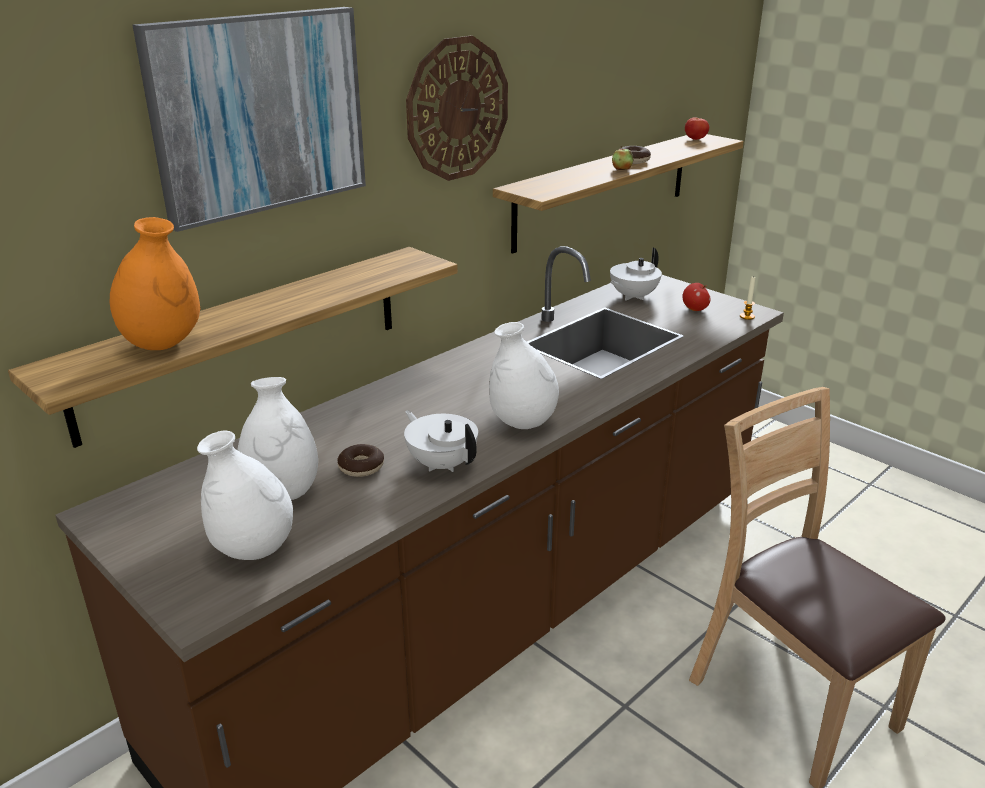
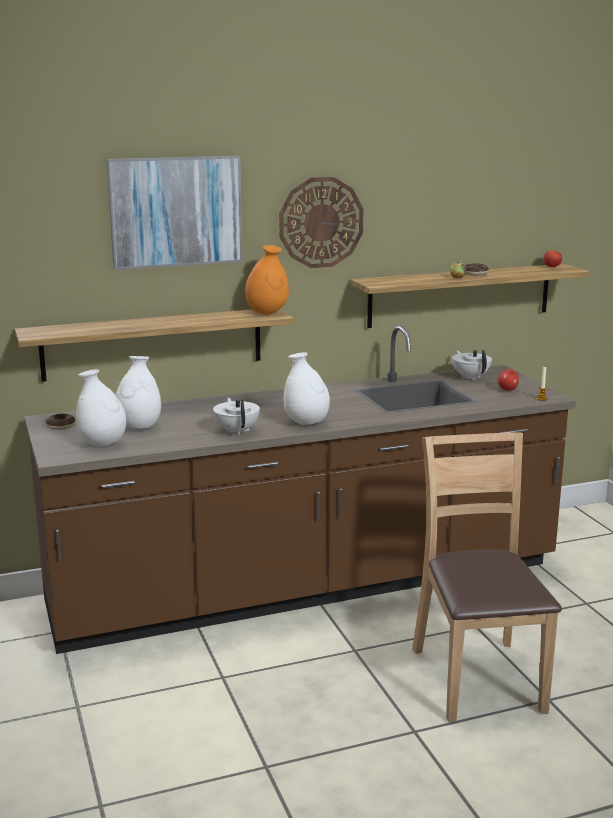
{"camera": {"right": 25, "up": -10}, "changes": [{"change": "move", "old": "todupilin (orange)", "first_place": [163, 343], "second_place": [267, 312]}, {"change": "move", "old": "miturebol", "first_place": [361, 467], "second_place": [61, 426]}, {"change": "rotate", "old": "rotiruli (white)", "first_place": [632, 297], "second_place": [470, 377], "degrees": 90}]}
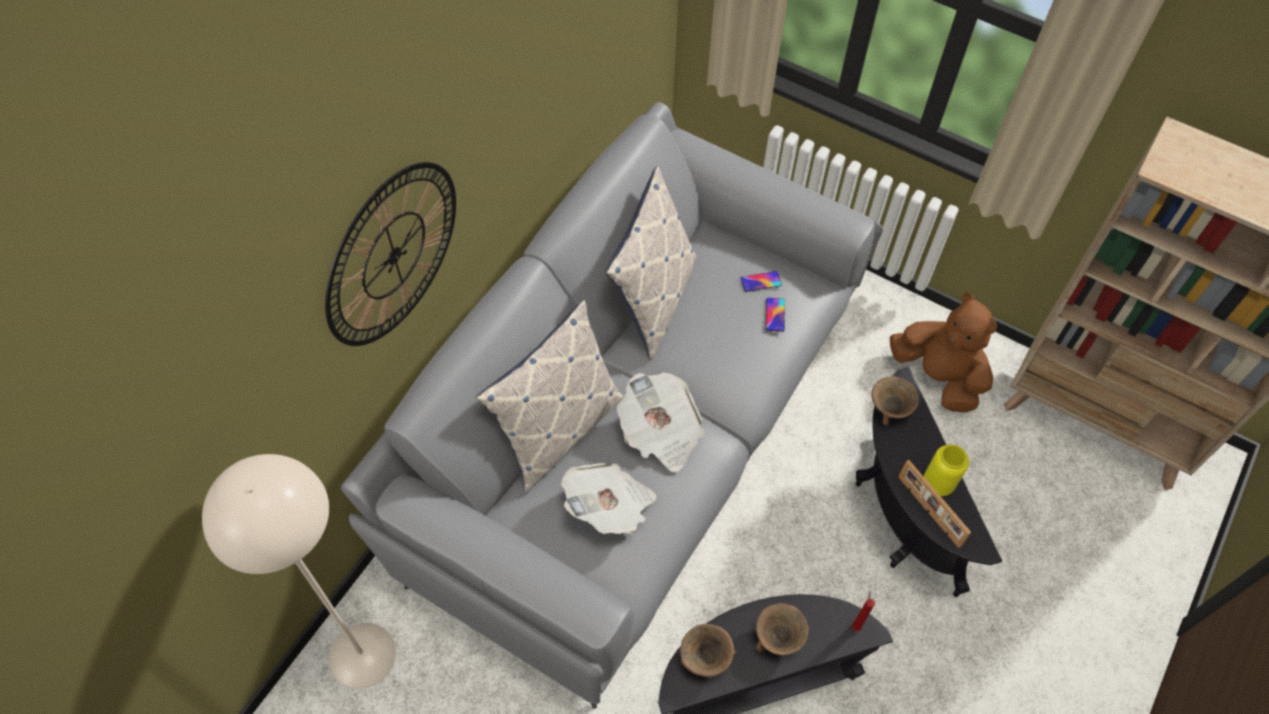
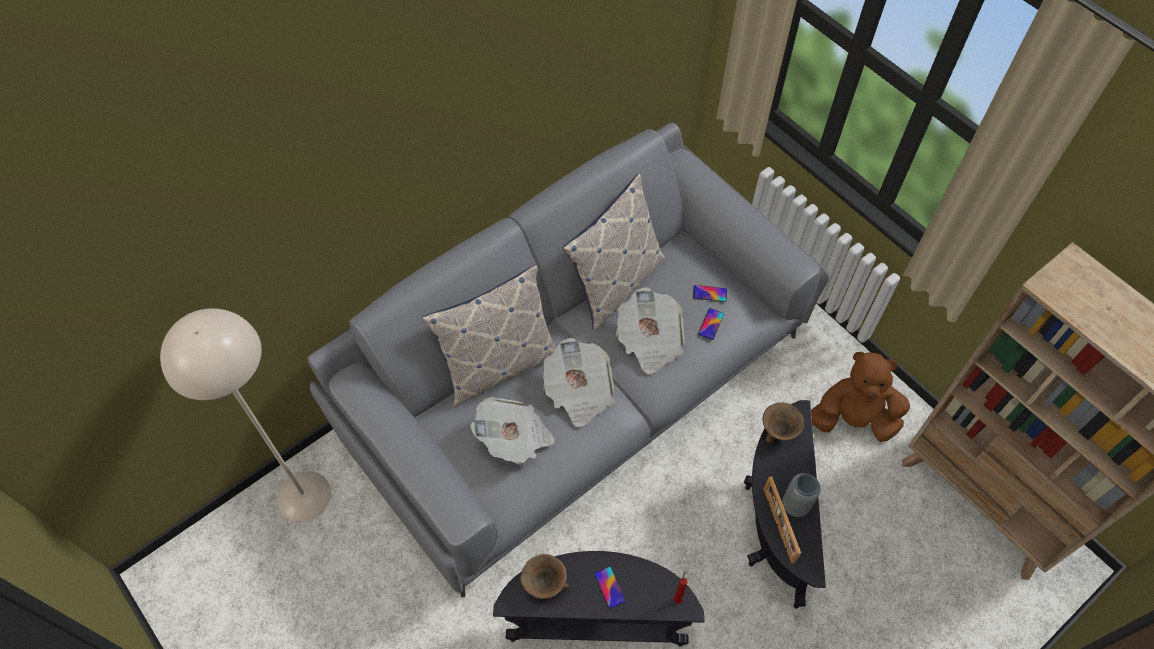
{"camera": {"right": 20, "up": 0}, "changes": [{"change": "delete", "old": "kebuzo", "first_place": [393, 255]}, {"change": "replace", "old": "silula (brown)", "new": "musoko", "first_place": [778, 638], "second_place": [609, 587]}, {"change": "rotate", "old": "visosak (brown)", "first_place": [938, 376], "second_place": [853, 419], "degrees": -60}, {"change": "recolor", "old": "todupilin (yellow)", "new": "todupilin (grey)", "first_place": [938, 484], "second_place": [795, 505]}, {"change": "insert", "new": "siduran", "second_place": [649, 341]}]}
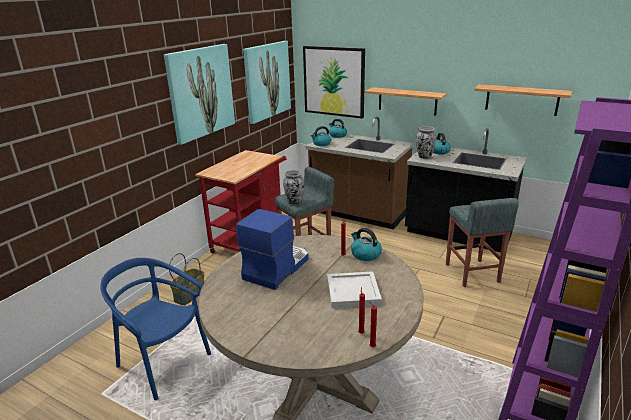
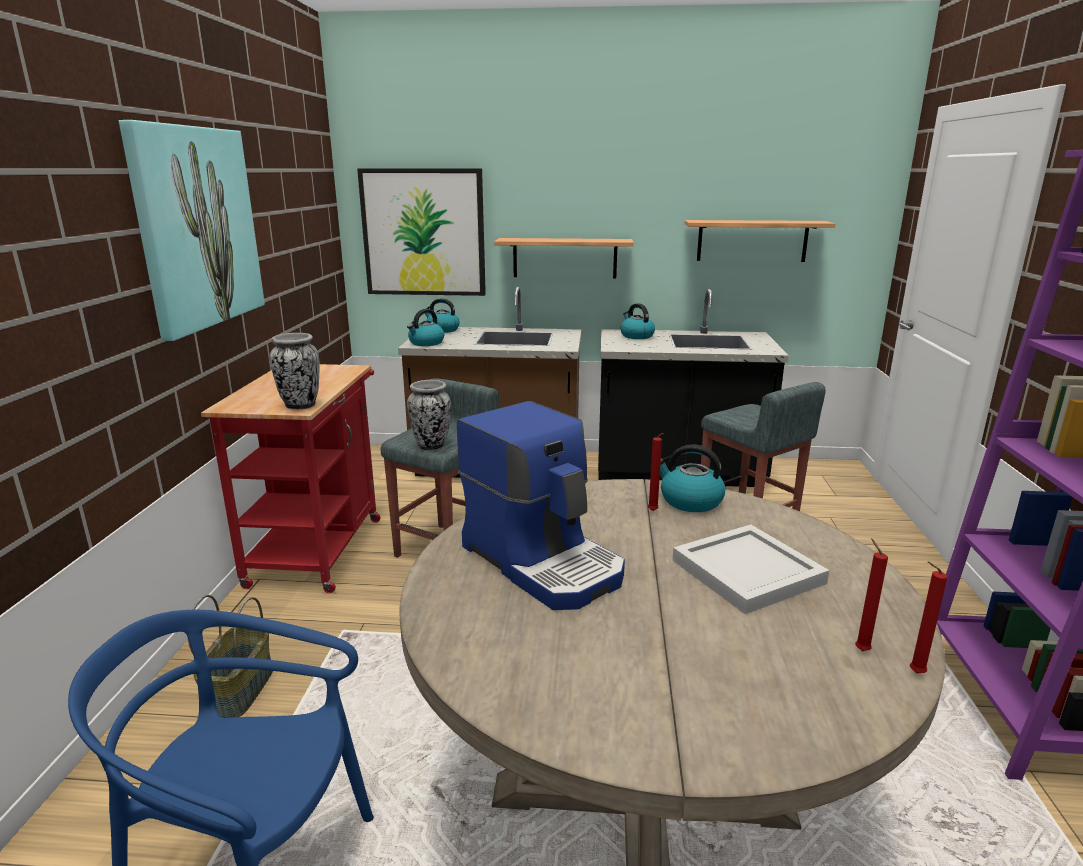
{"camera": {"right": -25, "up": -5}, "changes": [{"change": "rotate", "old": "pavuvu", "first_place": [276, 268], "second_place": [544, 561], "degrees": 135}, {"change": "delete", "old": "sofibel", "first_place": [266, 81]}, {"change": "move", "old": "todupilin", "first_place": [424, 157], "second_place": [300, 406]}]}
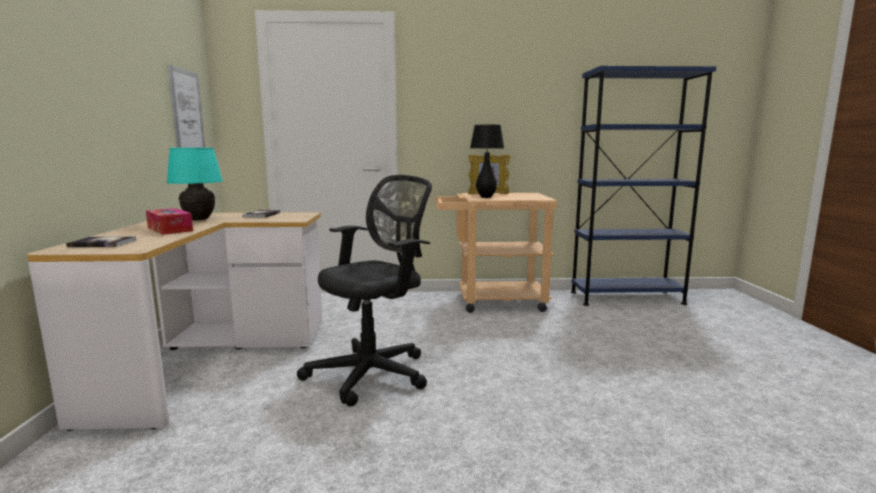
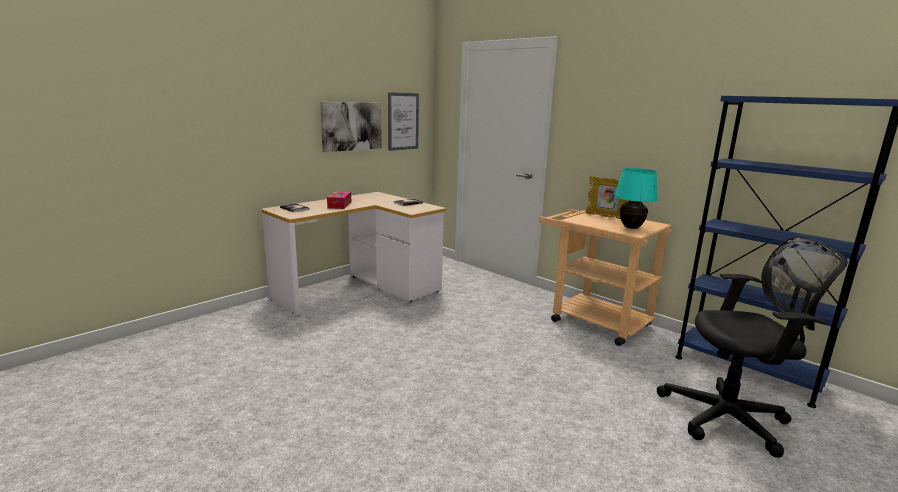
{"camera": {"right": 45, "up": 5}, "changes": [{"change": "move", "old": "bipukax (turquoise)", "first_place": [199, 220], "second_place": [631, 228]}, {"change": "move", "old": "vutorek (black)", "first_place": [374, 373], "second_place": [730, 419]}, {"change": "delete", "old": "bipukax (black)", "first_place": [486, 197]}, {"change": "insert", "new": "sofibel", "second_place": [351, 126]}]}
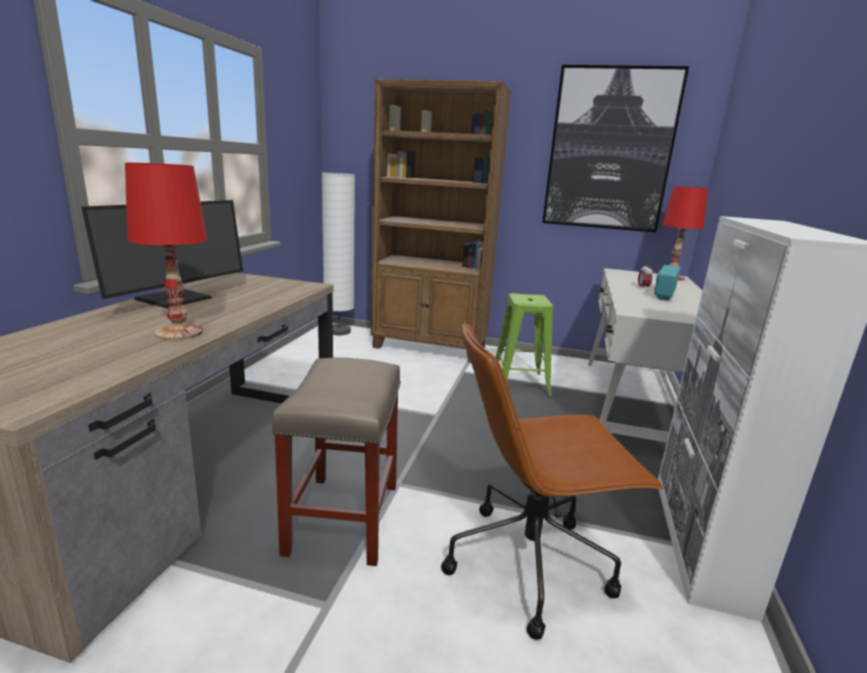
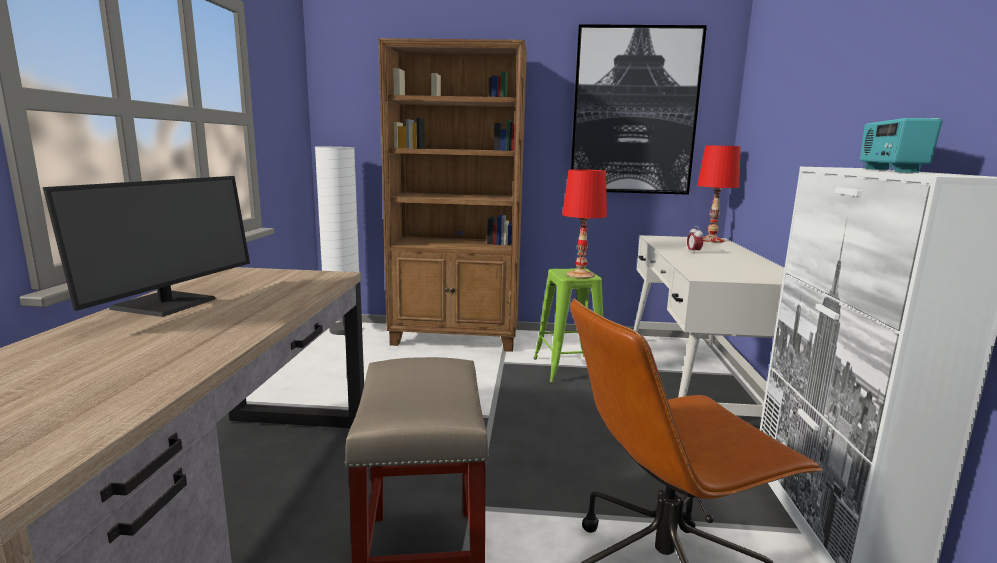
{"camera": {"right": -10, "up": -5}, "changes": [{"change": "move", "old": "bipukax (red)", "first_place": [180, 332], "second_place": [581, 275]}, {"change": "move", "old": "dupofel", "first_place": [663, 295], "second_place": [889, 170]}]}
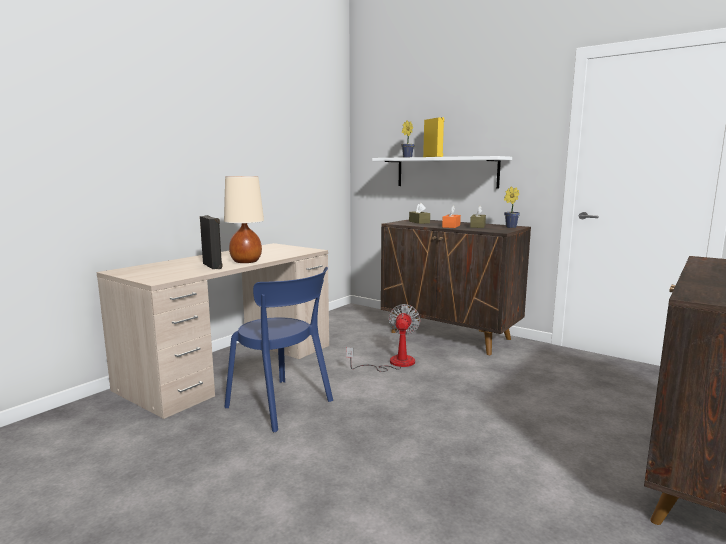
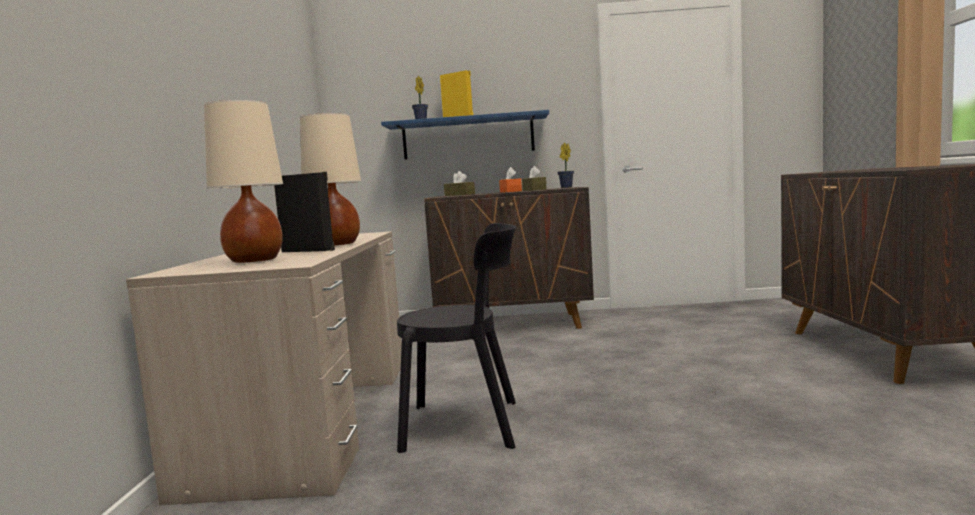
{"camera": {"right": -35, "up": -5}, "changes": [{"change": "recolor", "old": "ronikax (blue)", "new": "ronikax (black)", "first_place": [282, 405], "second_place": [469, 425]}, {"change": "delete", "old": "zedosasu", "first_place": [393, 363]}, {"change": "recolor", "old": "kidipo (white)", "new": "kidipo (blue)", "first_place": [446, 172], "second_place": [468, 137]}, {"change": "insert", "new": "bipukax (beige)", "second_place": [254, 261]}]}
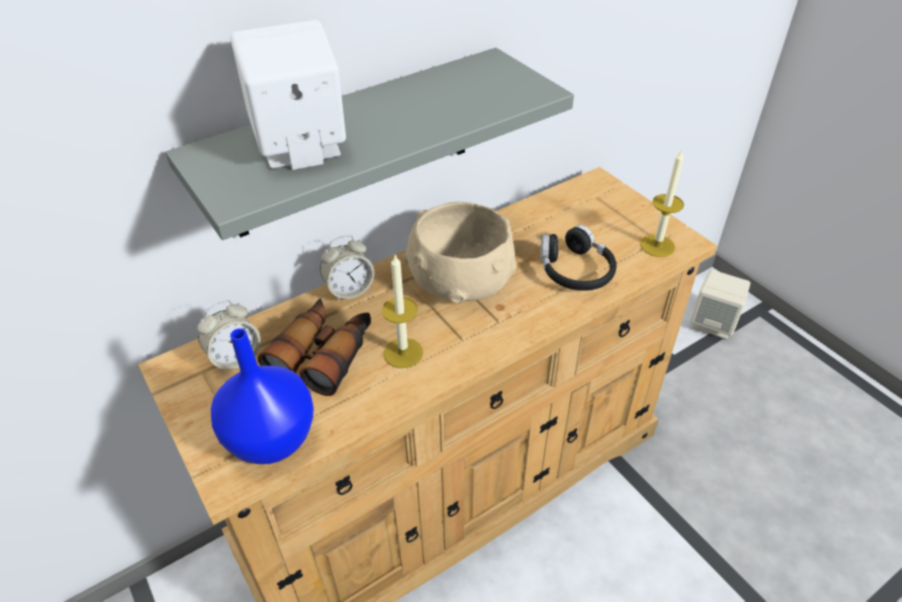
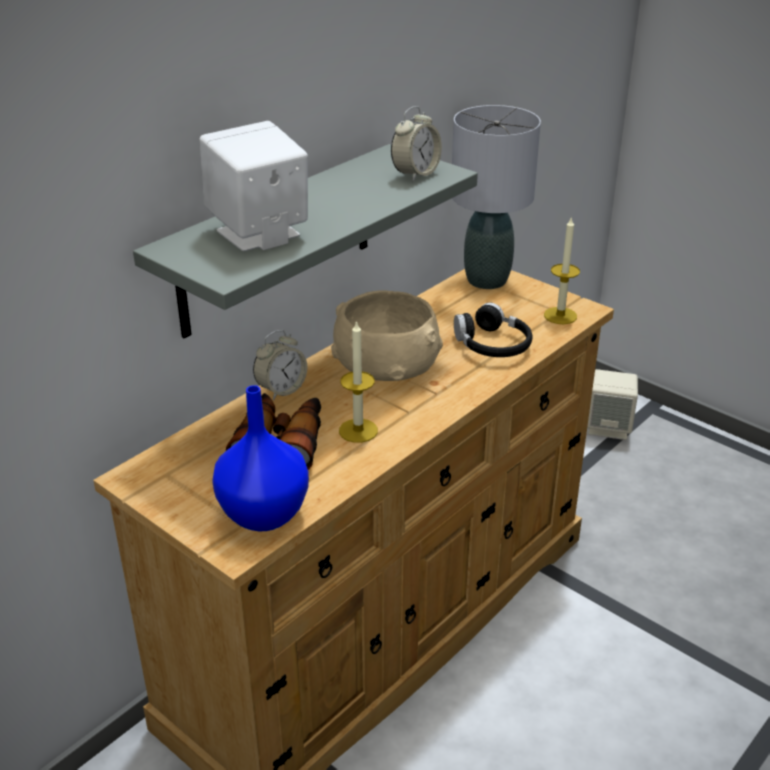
{"camera": {"right": -15, "up": -10}, "changes": [{"change": "move", "old": "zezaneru", "first_place": [235, 358], "second_place": [415, 174]}, {"change": "insert", "new": "bipukax (grey)", "second_place": [487, 280]}]}
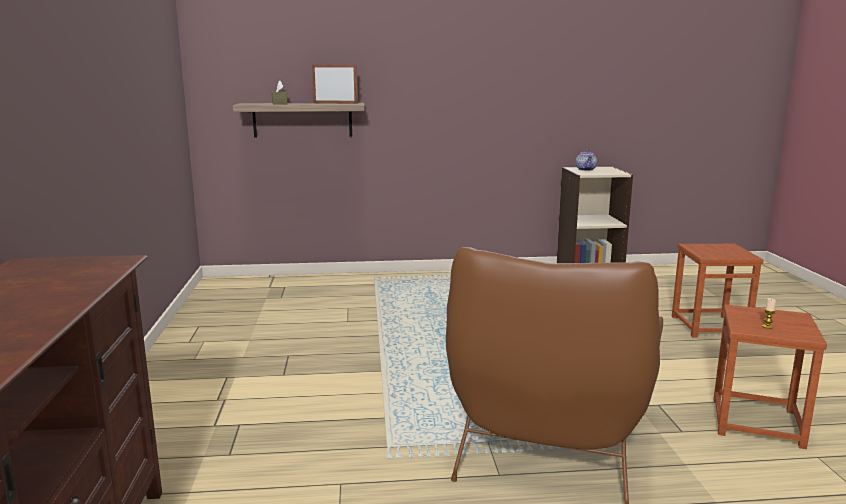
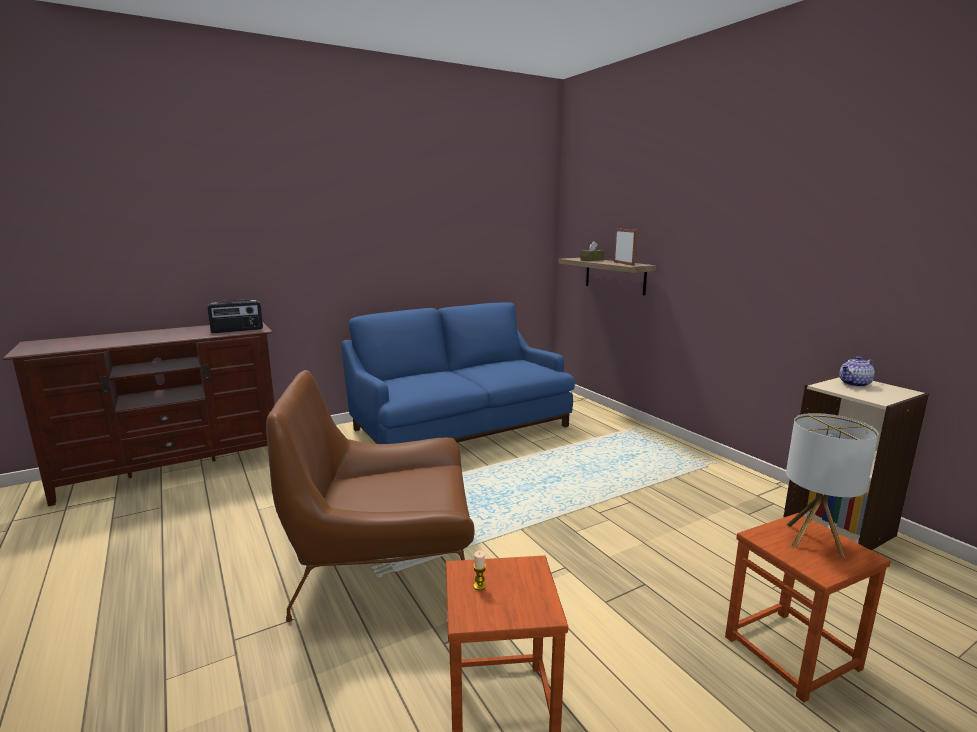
{"camera": {"right": 65, "up": 0}, "changes": [{"change": "insert", "new": "dupofel", "second_place": [237, 330]}, {"change": "insert", "new": "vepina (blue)", "second_place": [460, 426]}, {"change": "insert", "new": "bipukax", "second_place": [814, 540]}]}
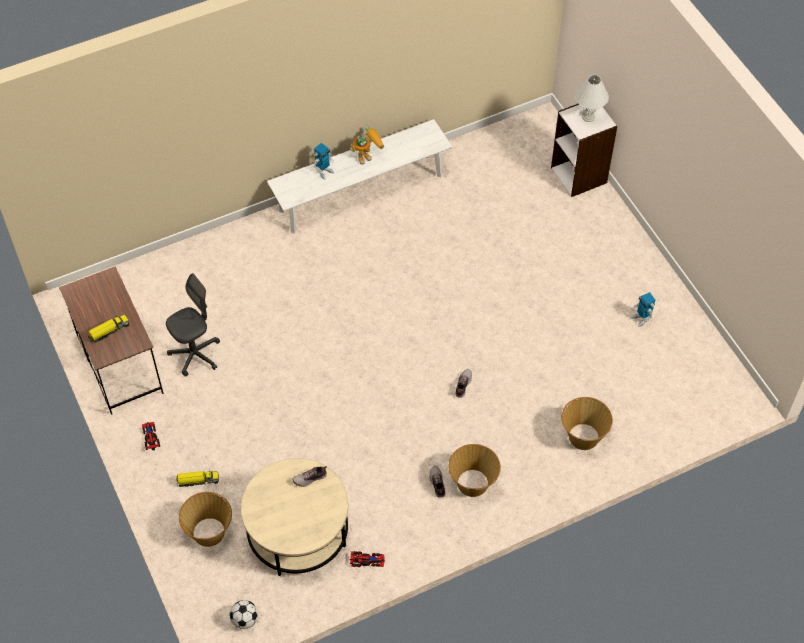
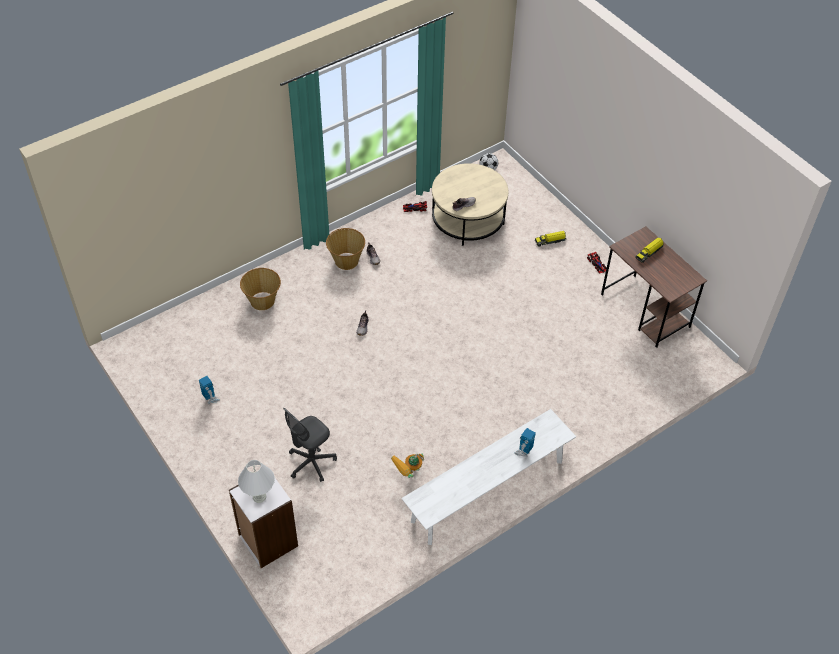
{"camera": {"right": 170, "up": -5}, "changes": [{"change": "move", "old": "vutorek (grey)", "first_place": [195, 354], "second_place": [311, 463]}, {"change": "delete", "old": "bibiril", "first_place": [209, 531]}, {"change": "move", "old": "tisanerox", "first_place": [367, 155], "second_place": [408, 475]}]}
